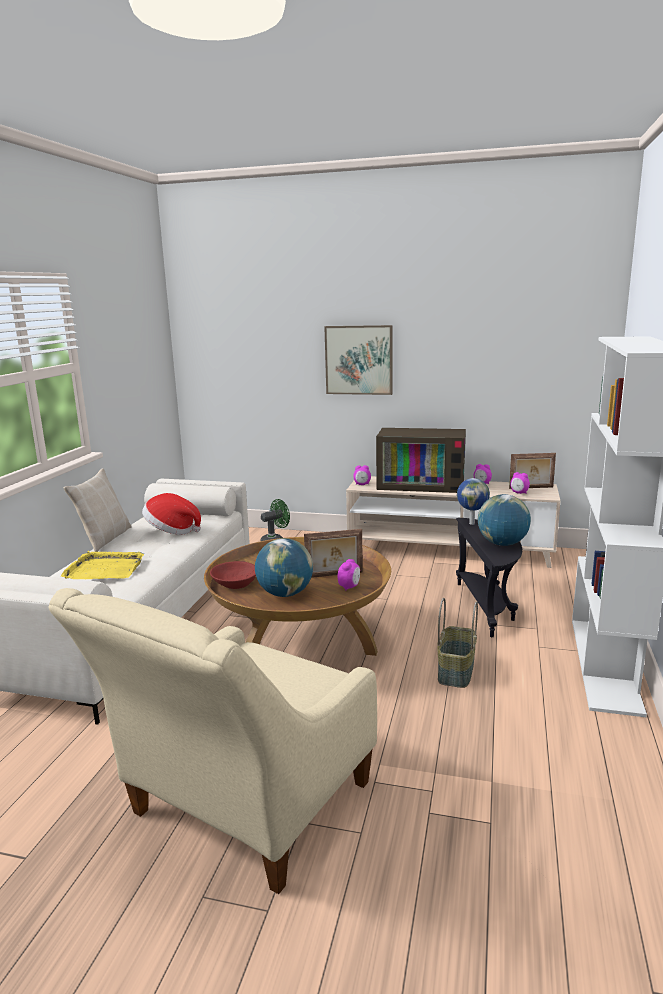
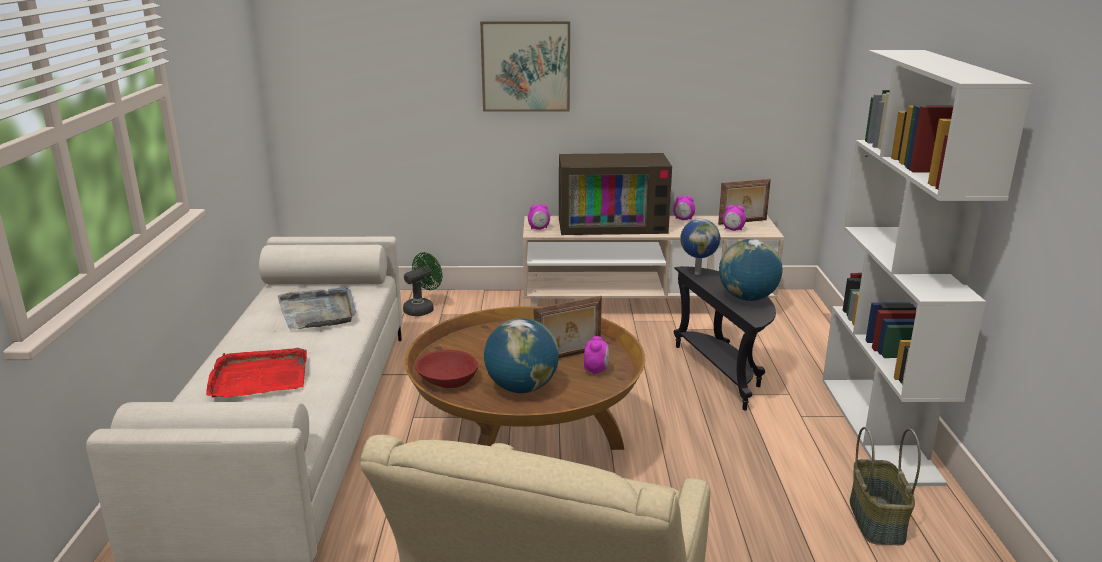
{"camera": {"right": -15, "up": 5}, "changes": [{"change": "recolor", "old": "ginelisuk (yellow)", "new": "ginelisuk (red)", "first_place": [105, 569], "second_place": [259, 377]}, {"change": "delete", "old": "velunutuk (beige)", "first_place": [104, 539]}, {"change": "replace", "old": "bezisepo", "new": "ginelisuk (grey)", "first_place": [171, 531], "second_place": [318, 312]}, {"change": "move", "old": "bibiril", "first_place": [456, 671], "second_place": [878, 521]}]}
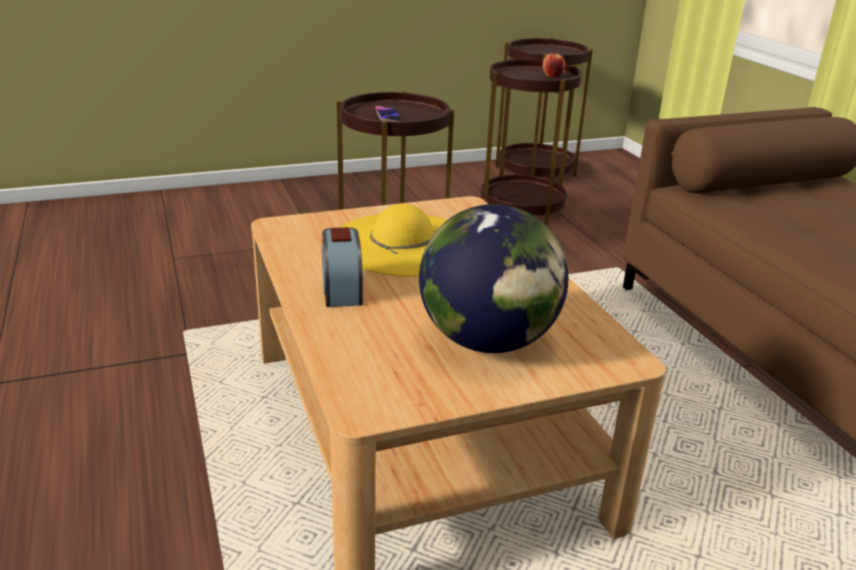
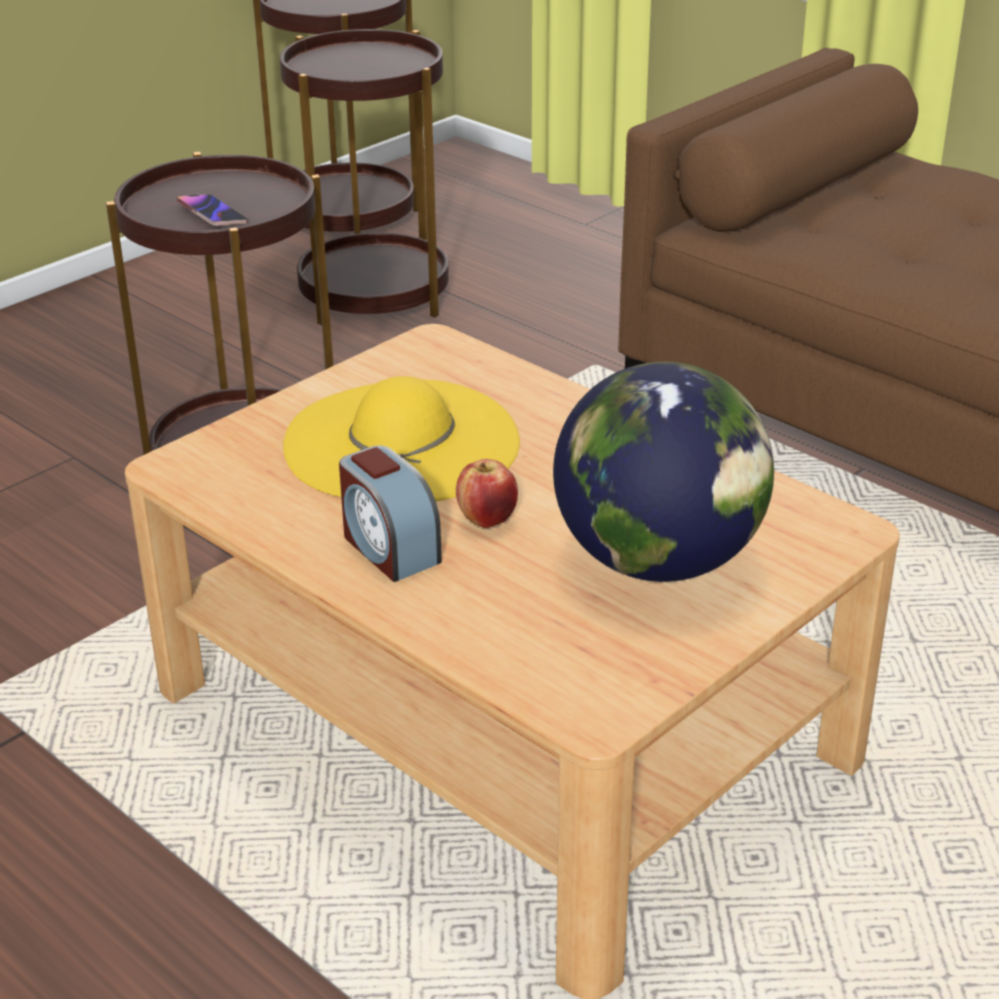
{"camera": {"right": -25, "up": 5}, "changes": [{"change": "move", "old": "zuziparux", "first_place": [552, 76], "second_place": [487, 519]}]}
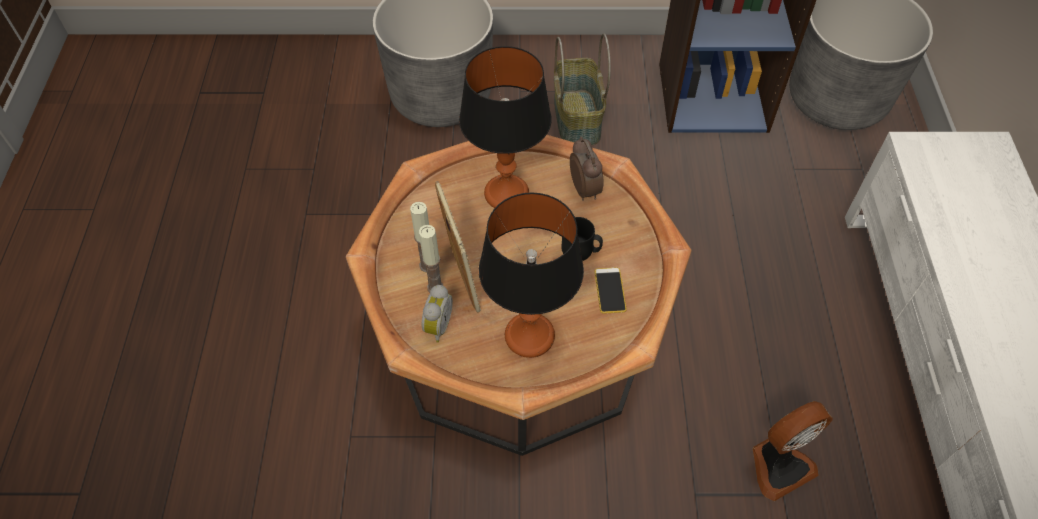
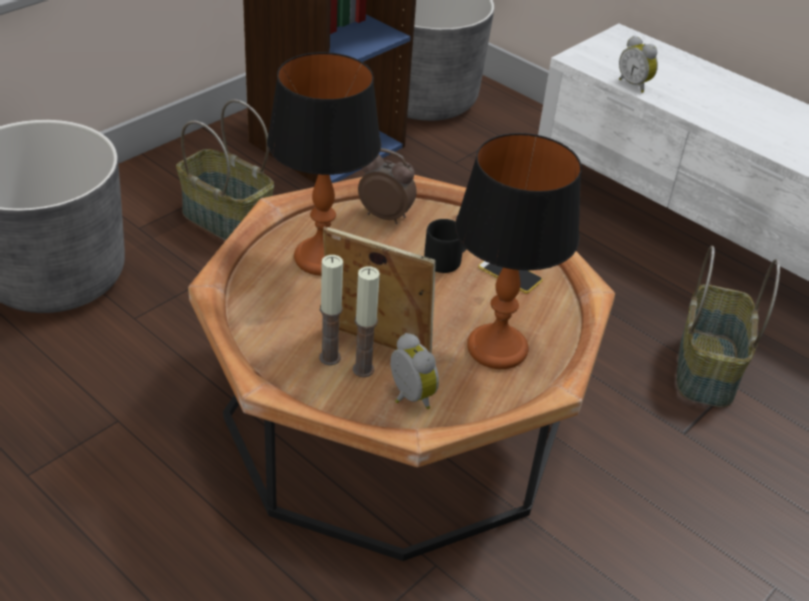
{"camera": {"right": -50, "up": -15}, "changes": [{"change": "replace", "old": "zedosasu", "new": "bibiril", "first_place": [779, 464], "second_place": [705, 367]}, {"change": "insert", "new": "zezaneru", "second_place": [635, 84]}]}
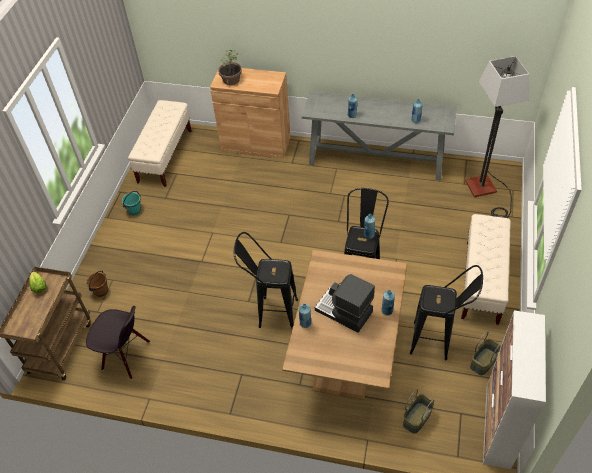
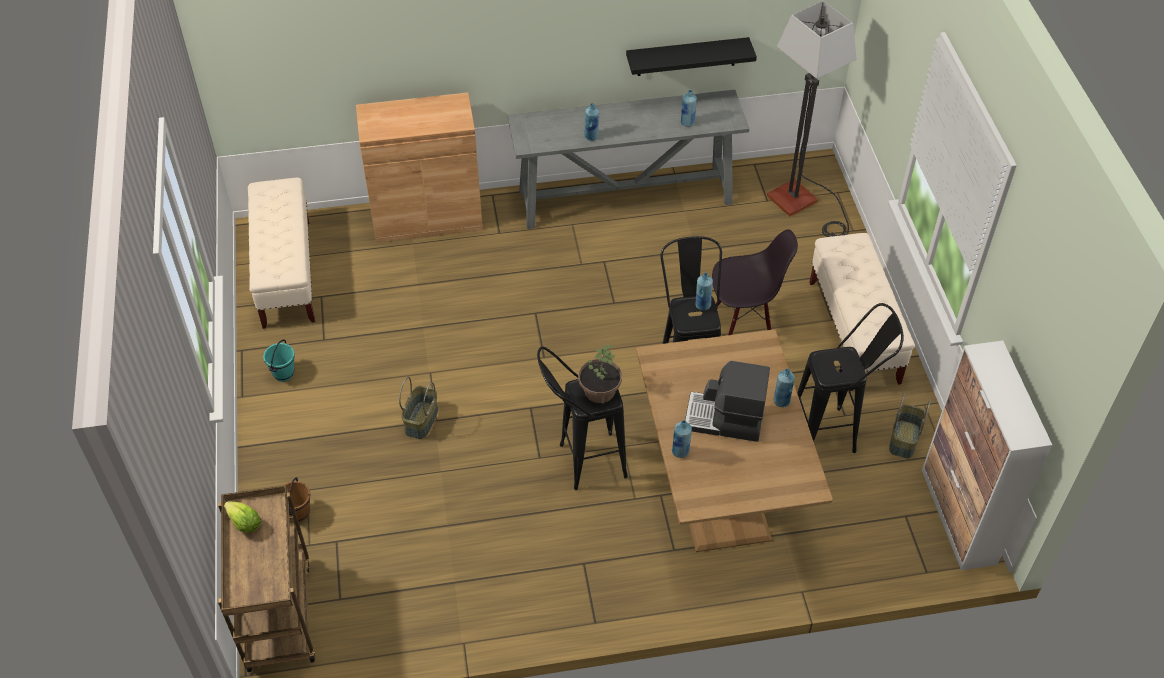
{"camera": {"right": -25, "up": 0}, "changes": [{"change": "move", "old": "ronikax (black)", "first_place": [126, 356], "second_place": [744, 323]}, {"change": "move", "old": "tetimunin", "first_place": [231, 80], "second_place": [599, 391]}, {"change": "move", "old": "bibiril", "first_place": [416, 417], "second_place": [421, 420]}, {"change": "insert", "new": "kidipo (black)", "second_place": [687, 56]}]}
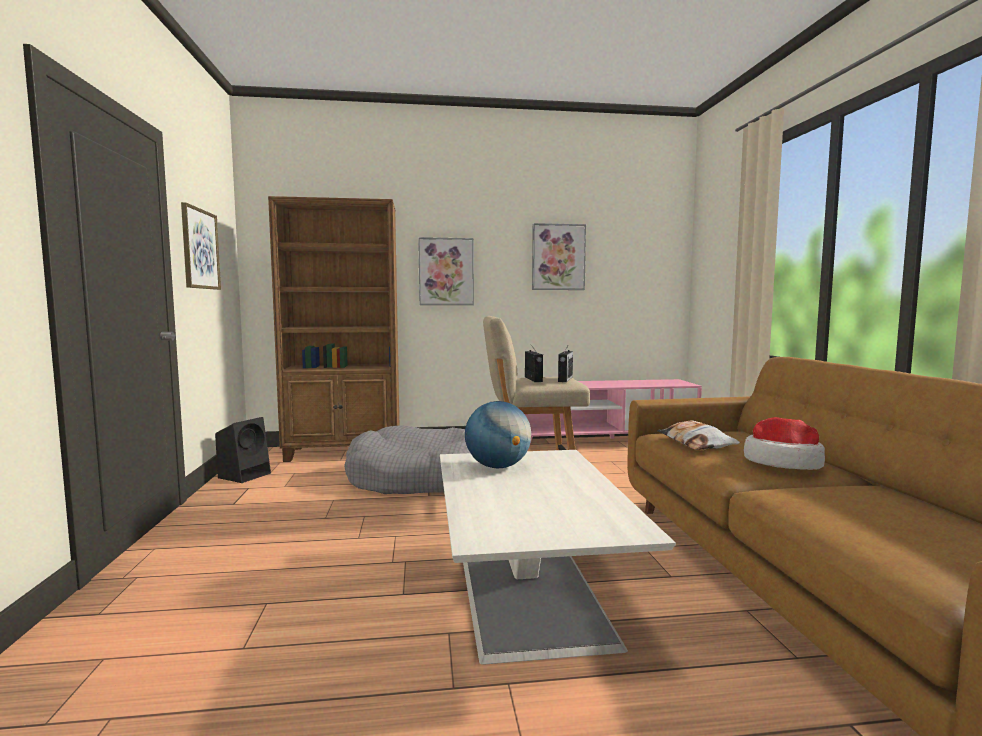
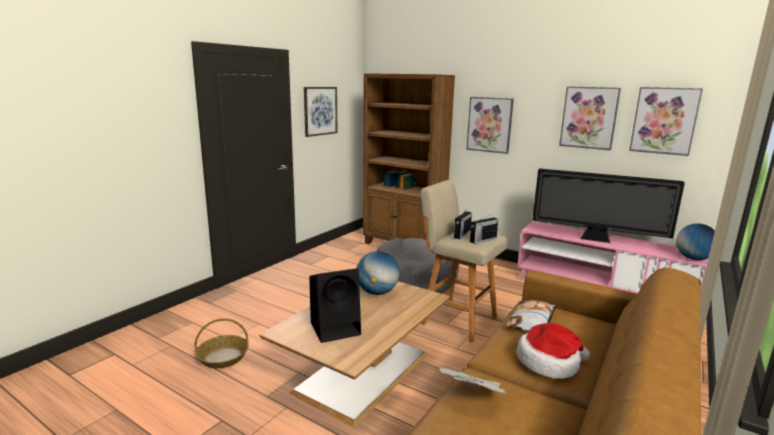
{"camera": {"right": 40, "up": 10}, "changes": [{"change": "move", "old": "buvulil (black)", "first_place": [245, 475], "second_place": [336, 328]}, {"change": "recolor", "old": "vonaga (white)", "new": "vonaga (brown)", "first_place": [531, 593], "second_place": [362, 373]}, {"change": "insert", "new": "bibiril", "second_place": [223, 357]}, {"change": "insert", "new": "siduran", "second_place": [474, 396]}, {"change": "insert", "new": "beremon", "second_place": [597, 240]}, {"change": "insert", "new": "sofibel", "second_place": [664, 120]}, {"change": "insert", "new": "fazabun", "second_place": [693, 259]}]}
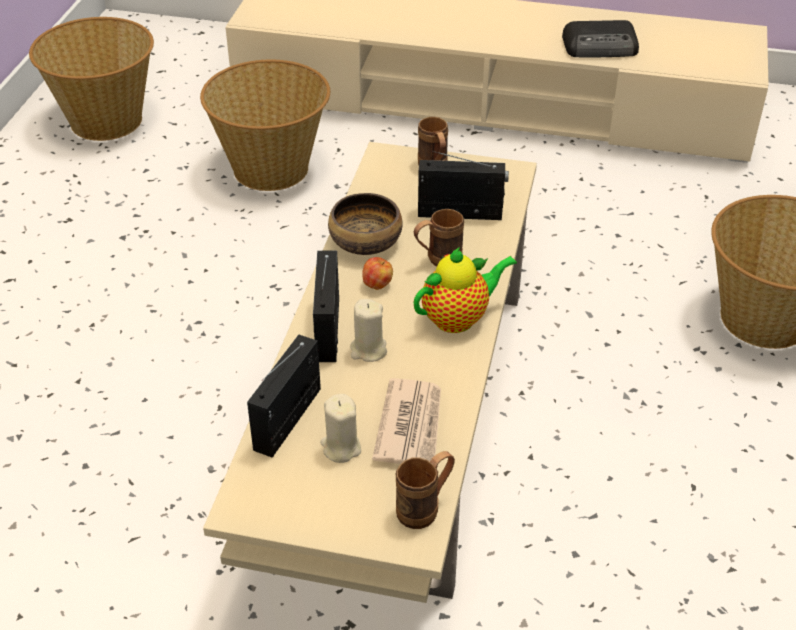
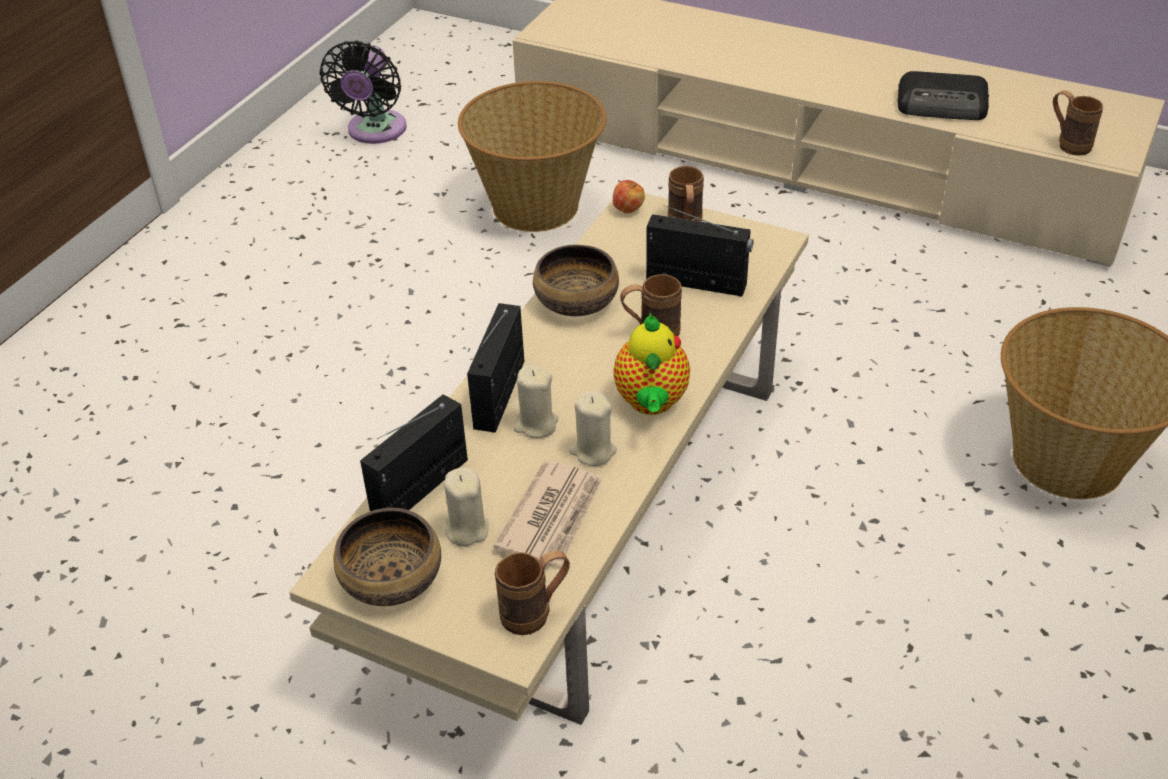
{"camera": {"right": 15, "up": 0}, "changes": [{"change": "replace", "old": "bibiril", "new": "zedosasu (black)", "first_place": [106, 120], "second_place": [375, 132]}, {"change": "move", "old": "zuziparux", "first_place": [377, 285], "second_place": [628, 209]}, {"change": "rotate", "old": "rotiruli", "first_place": [459, 318], "second_place": [651, 403], "degrees": 105}, {"change": "insert", "new": "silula", "second_place": [393, 578]}, {"change": "insert", "new": "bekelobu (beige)", "second_place": [593, 451]}, {"change": "insert", "new": "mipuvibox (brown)", "second_place": [1068, 143]}]}
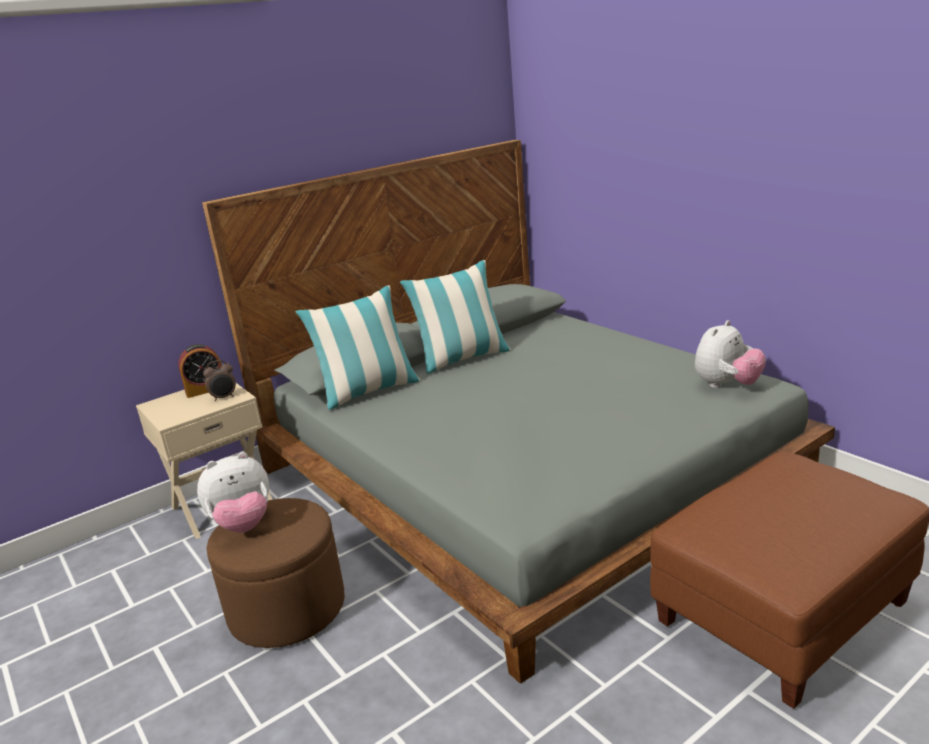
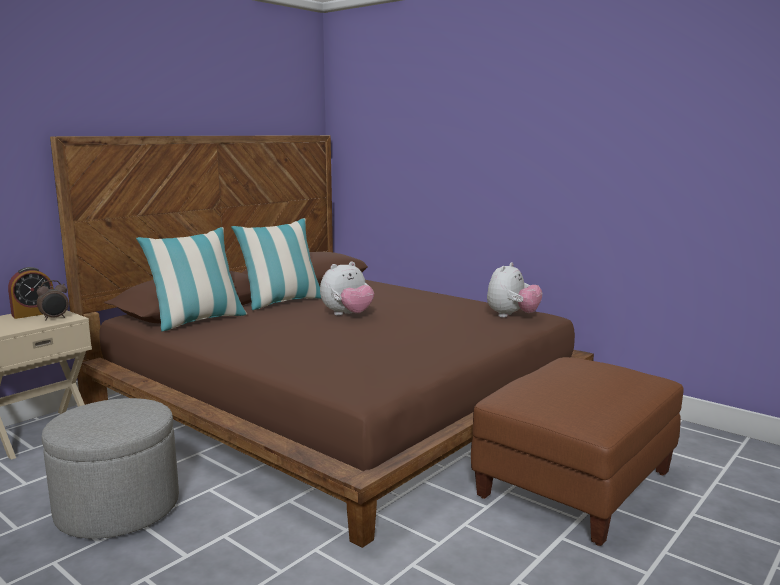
{"camera": {"right": -15, "up": -10}, "changes": [{"change": "move", "old": "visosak", "first_place": [243, 525], "second_place": [347, 315]}, {"change": "recolor", "old": "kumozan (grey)", "new": "kumozan (brown)", "first_place": [525, 473], "second_place": [338, 401]}, {"change": "recolor", "old": "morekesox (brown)", "new": "morekesox (grey)", "first_place": [287, 608], "second_place": [118, 508]}]}
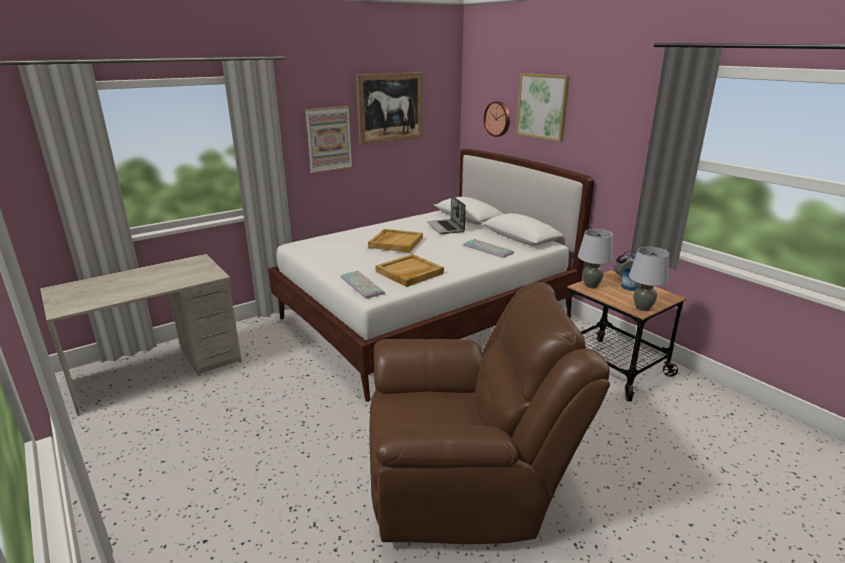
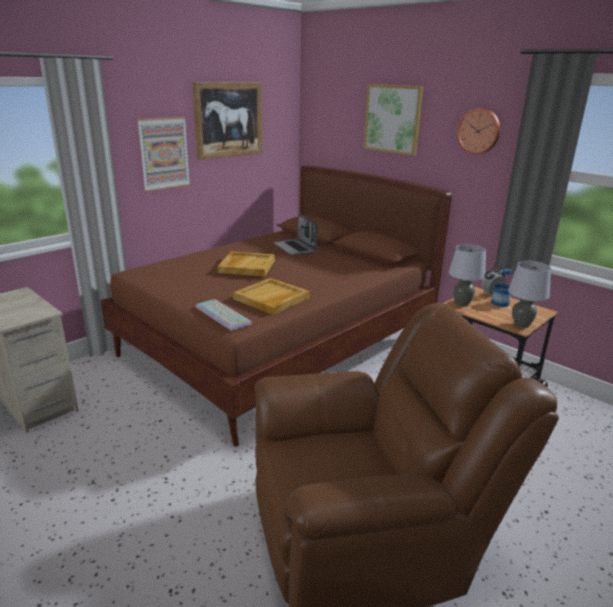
{"camera": {"right": -10, "up": 0}, "changes": [{"change": "recolor", "old": "kumozan (white)", "new": "kumozan (brown)", "first_place": [426, 317], "second_place": [279, 345]}, {"change": "delete", "old": "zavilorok", "first_place": [489, 249]}, {"change": "move", "old": "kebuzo", "first_place": [498, 119], "second_place": [479, 131]}]}
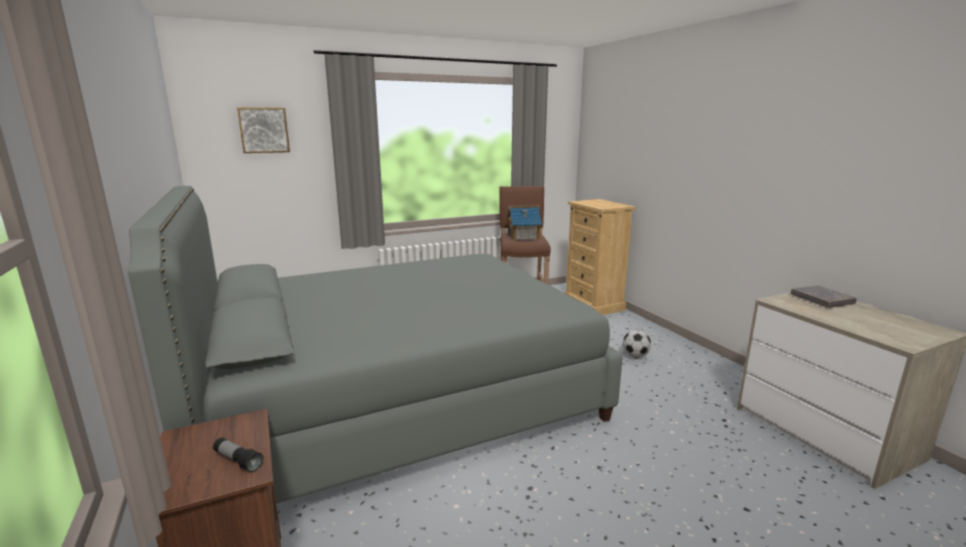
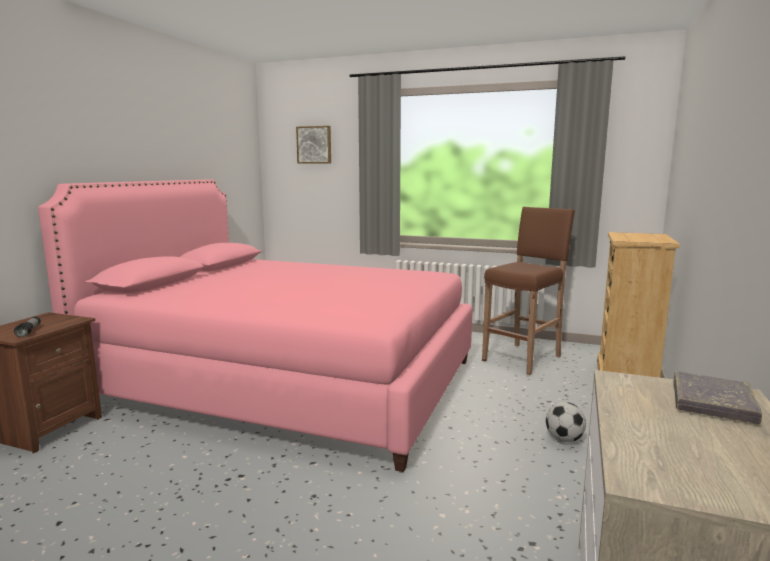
{"camera": {"right": 45, "up": -5}, "changes": [{"change": "recolor", "old": "kumozan (grey)", "new": "kumozan (pink)", "first_place": [398, 398], "second_place": [288, 381]}, {"change": "delete", "old": "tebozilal", "first_place": [523, 237]}]}
